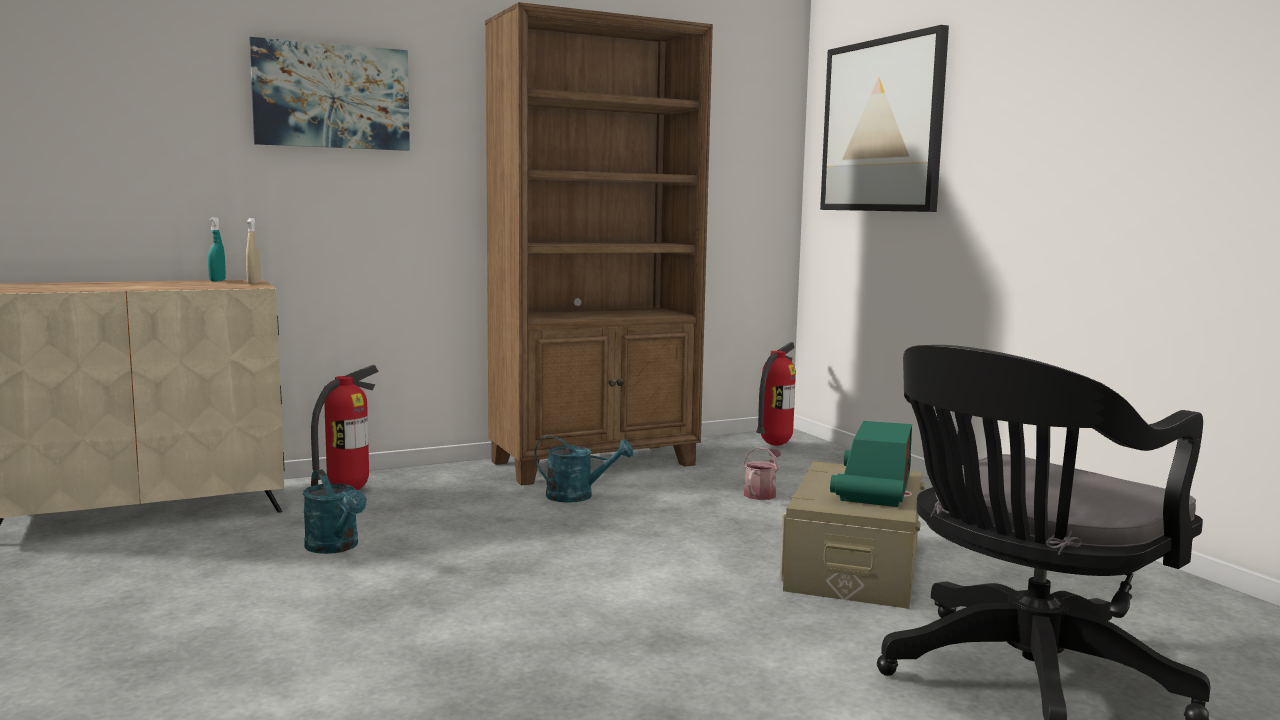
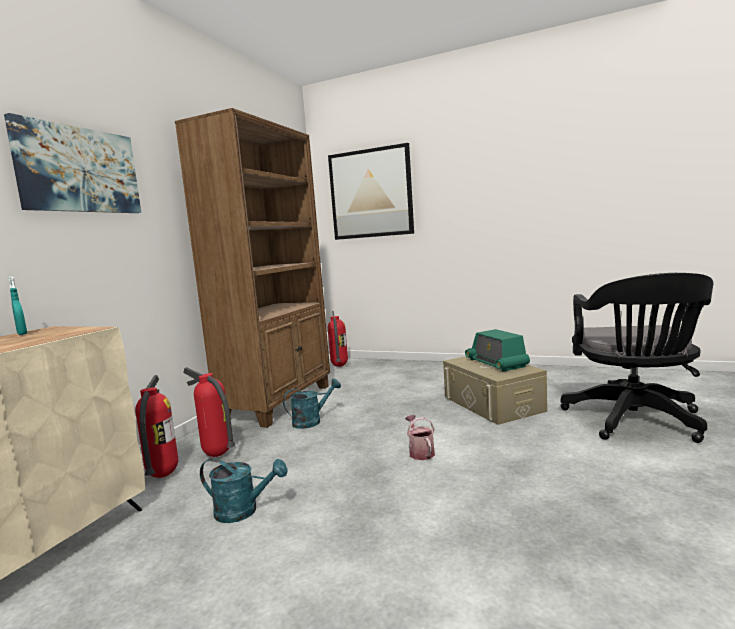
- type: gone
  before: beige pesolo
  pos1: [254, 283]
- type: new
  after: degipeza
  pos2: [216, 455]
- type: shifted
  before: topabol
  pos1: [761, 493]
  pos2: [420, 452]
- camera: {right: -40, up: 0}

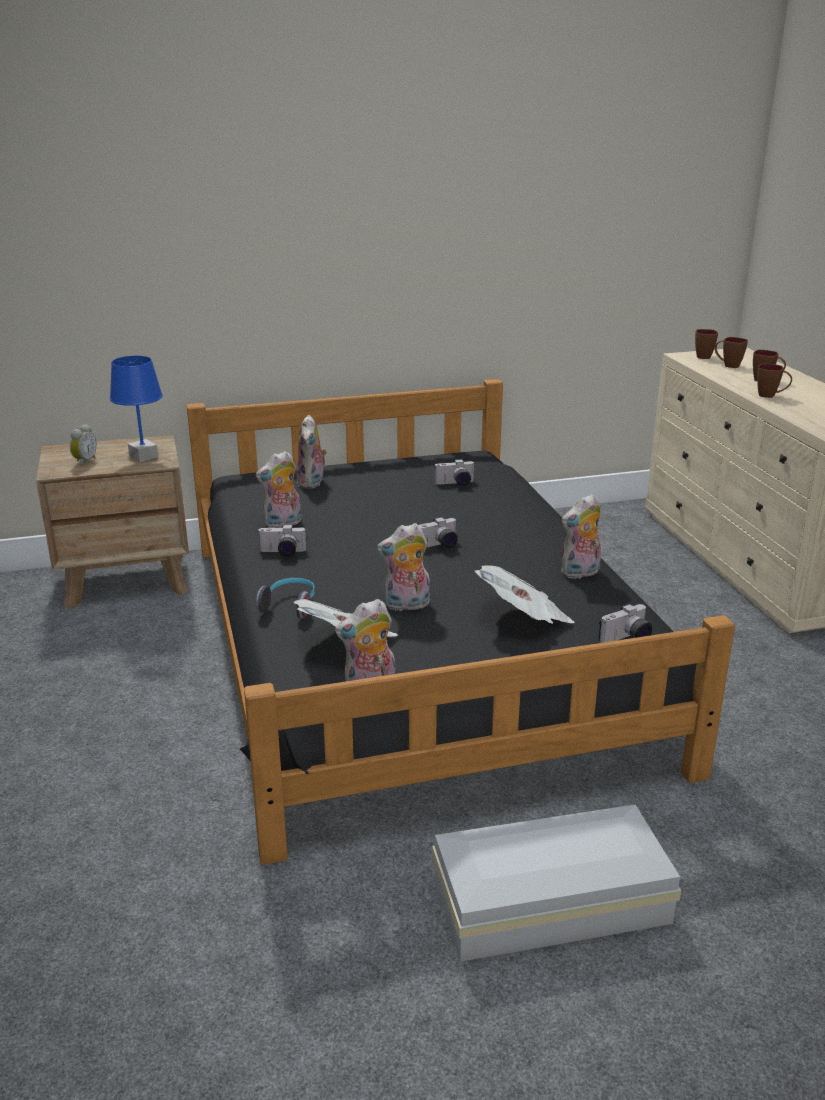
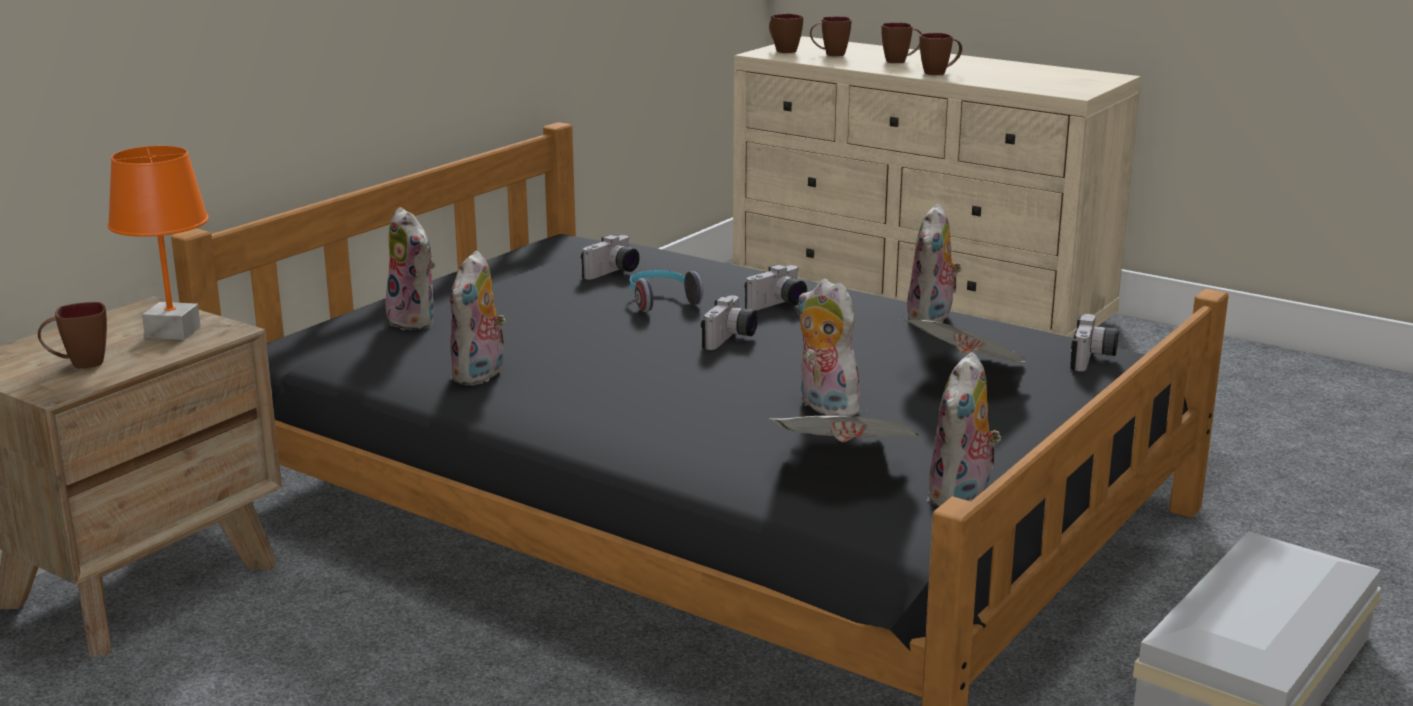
- type: shifted
  before: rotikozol
  pos1: [290, 605]
  pos2: [661, 301]
- type: shifted
  before: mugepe
  pos1: [282, 553]
  pos2: [779, 305]
- type: swapped
  before: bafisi
  after: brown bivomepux
  pos1: [84, 461]
  pos2: [78, 364]
- type: repainted
  before: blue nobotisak
  after: orange nobotisak
  pos1: [144, 456]
  pos2: [174, 332]
- type: rotated
  before: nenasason
  pos1: [406, 605]
  pos2: [824, 406]
  turn: 105
- camera: {right: -40, up: -5}

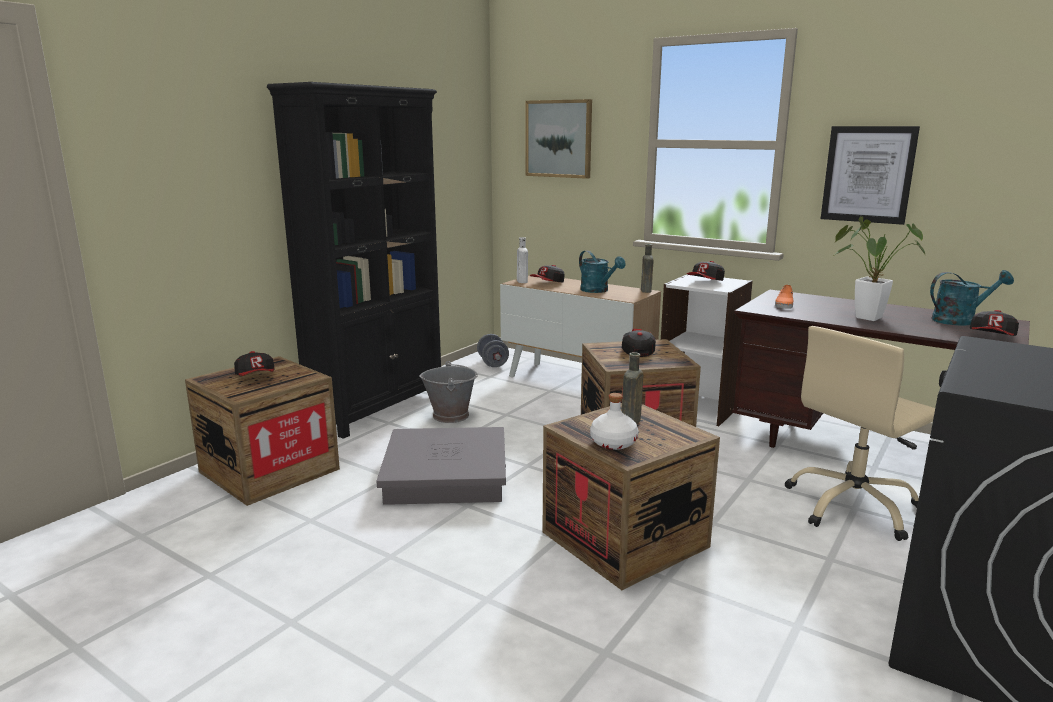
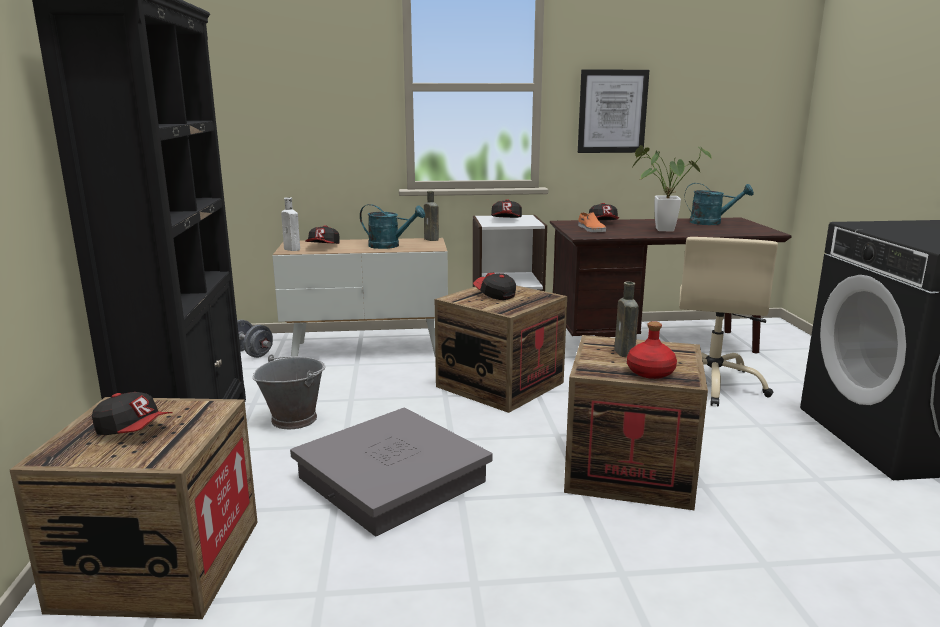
- type: gone
  before: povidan
  pos1: [559, 139]
- type: shifted
  before: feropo
  pos1: [992, 337]
  pos2: [603, 223]
- type: repainted
  before: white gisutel
  after: red gisutel
  pos1: [613, 442]
  pos2: [650, 372]
- type: rotated
  before: turquoise topabol
  pos1: [959, 320]
  pos2: [711, 223]
  turn: 60
- camera: {right: -40, up: 0}

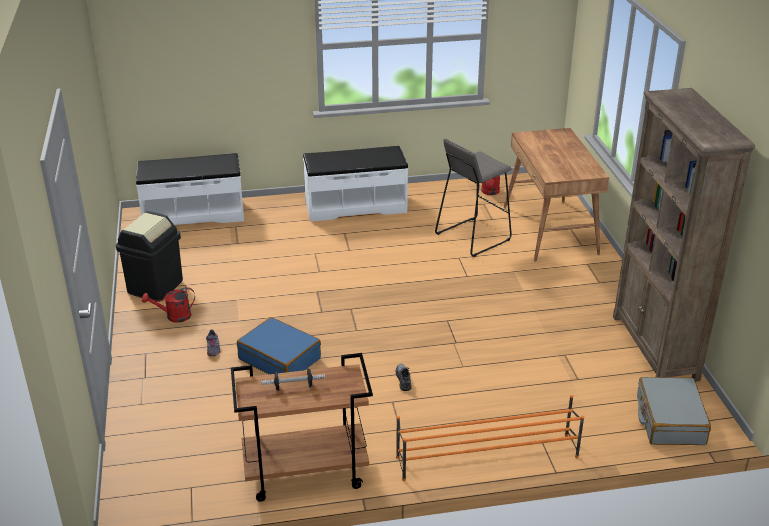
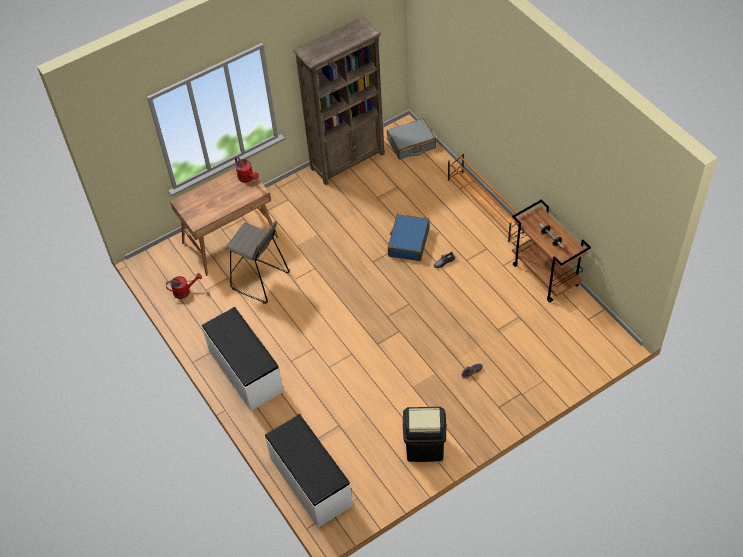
- type: shifted
  before: red topabol
  pos1: [174, 316]
  pos2: [247, 178]
- type: shifted
  before: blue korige
  pos1: [280, 358]
  pos2: [408, 242]
- camera: {right: -110, up: 20}

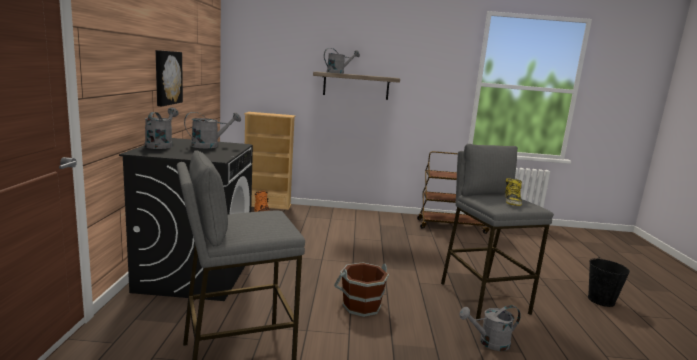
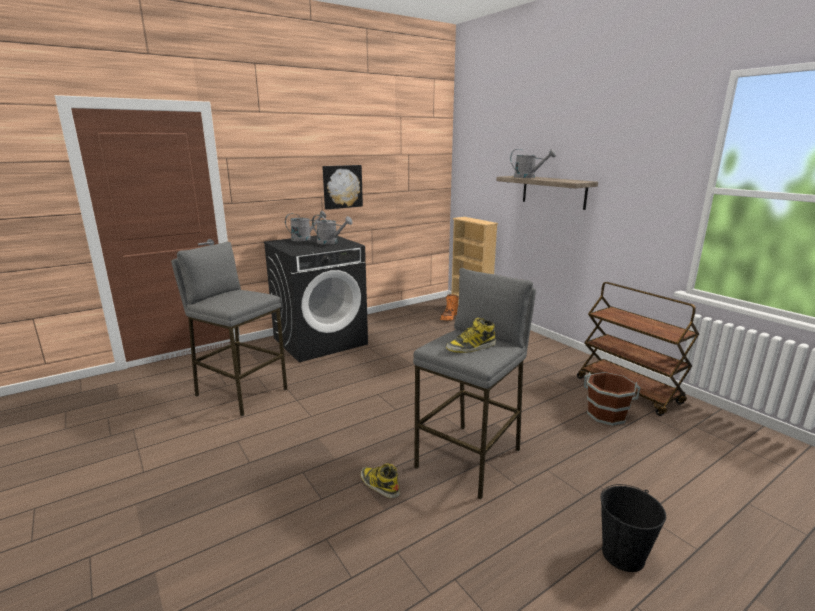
- type: shifted
  before: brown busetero
  pos1: [361, 305]
  pos2: [606, 414]
- type: swapped
  before: grey topabol
  after: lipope
  pos1: [489, 343]
  pos2: [379, 485]
- camera: {right: 55, up: 5}

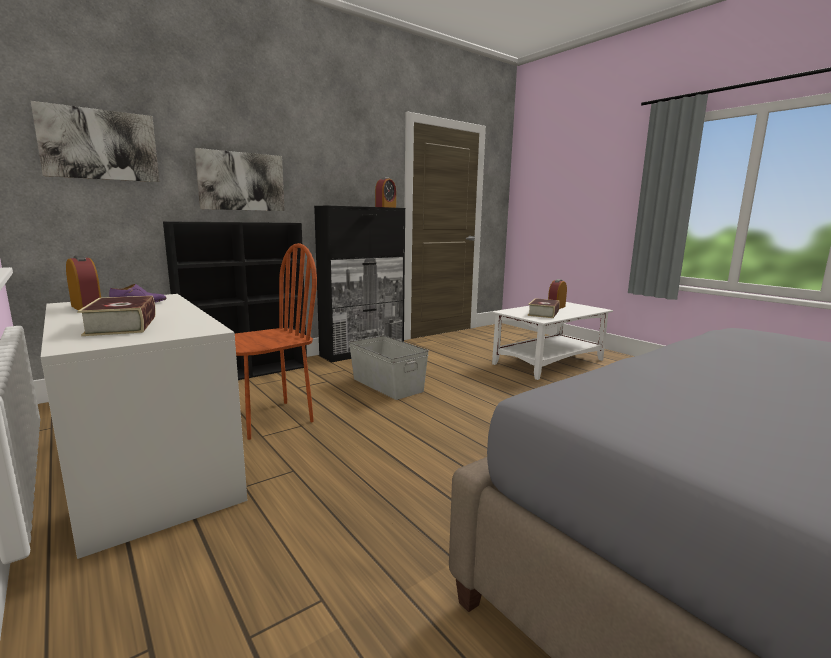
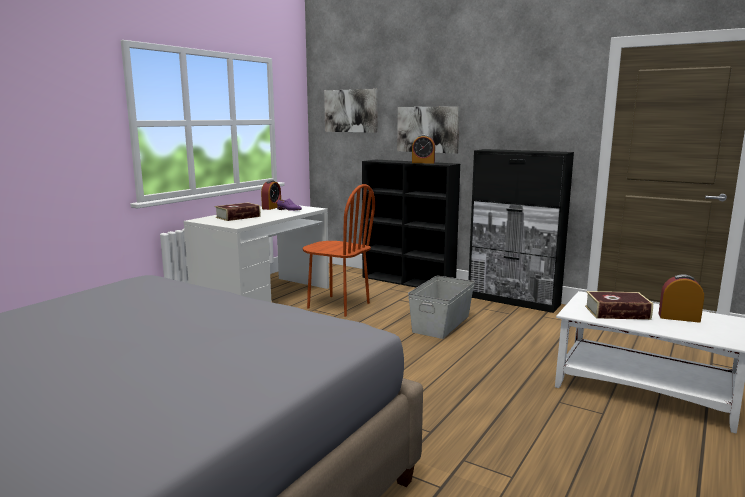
- type: shifted
  before: bafisi
  pos1: [385, 207]
  pos2: [423, 162]
- camera: {right: 70, up: 0}

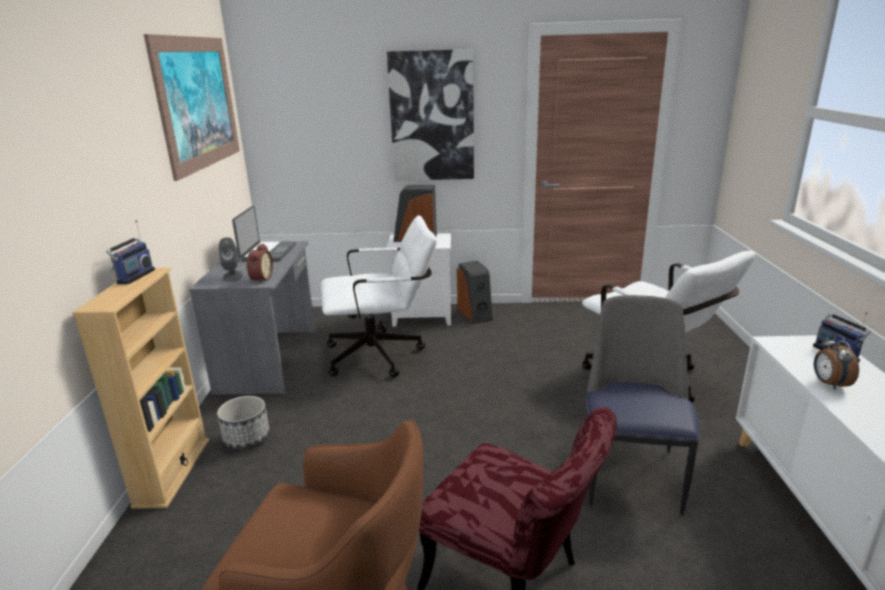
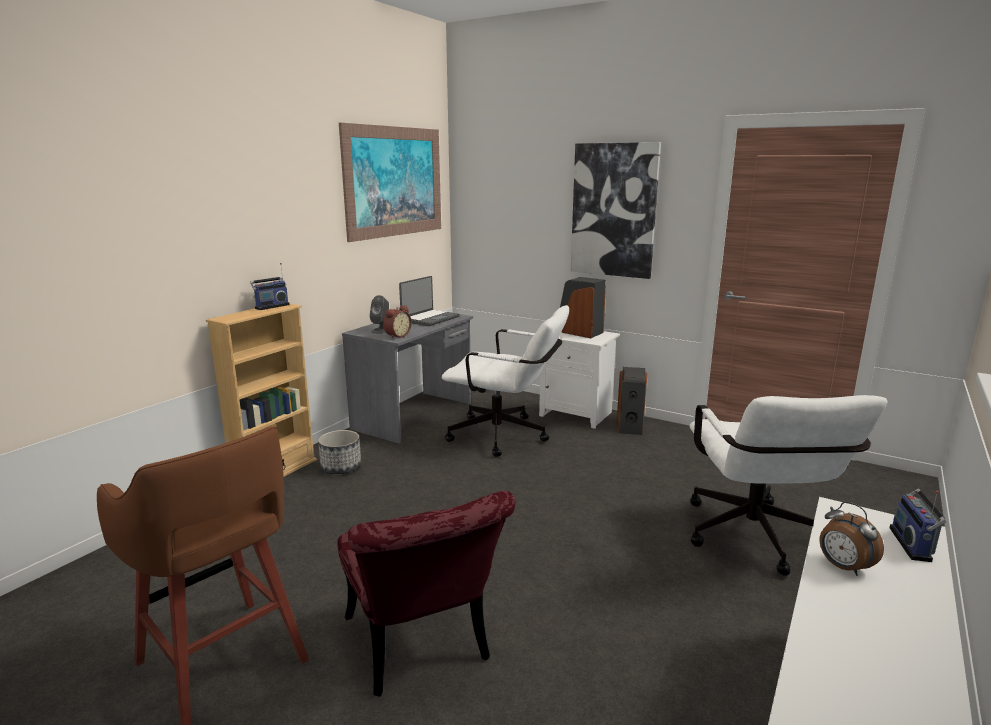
- type: gone
  before: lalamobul
  pos1: [630, 474]
- type: rotated
  before: bafisi
  pos1: [828, 384]
  pos2: [843, 567]
  turn: -60
- camera: {right: 30, up: -5}

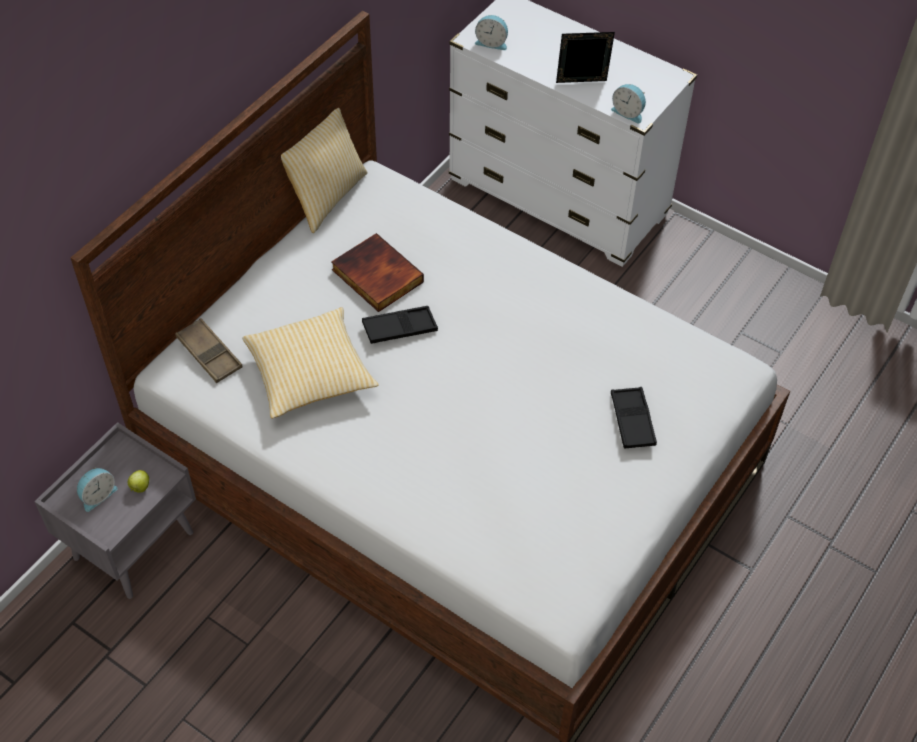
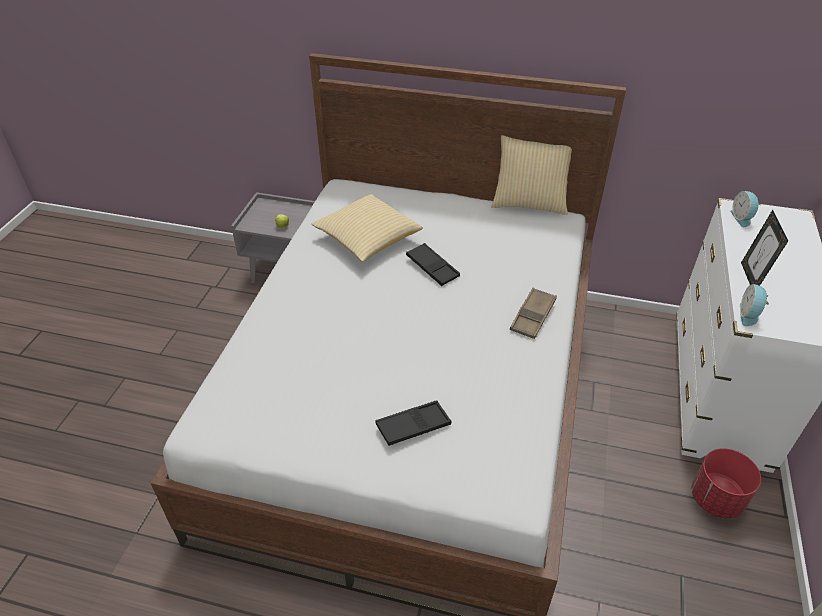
- type: gone
  before: bafisi
  pos1: [97, 495]
- type: gone
  before: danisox
  pos1: [375, 276]
- type: new
  after: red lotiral
  pos2: [715, 499]
- type: shifted
  before: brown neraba
  pos1: [209, 354]
  pos2: [533, 316]
- type: rotated
  before: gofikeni
  pos1: [581, 84]
  pos2: [751, 278]
  turn: -150
- camera: {right: 70, up: -10}

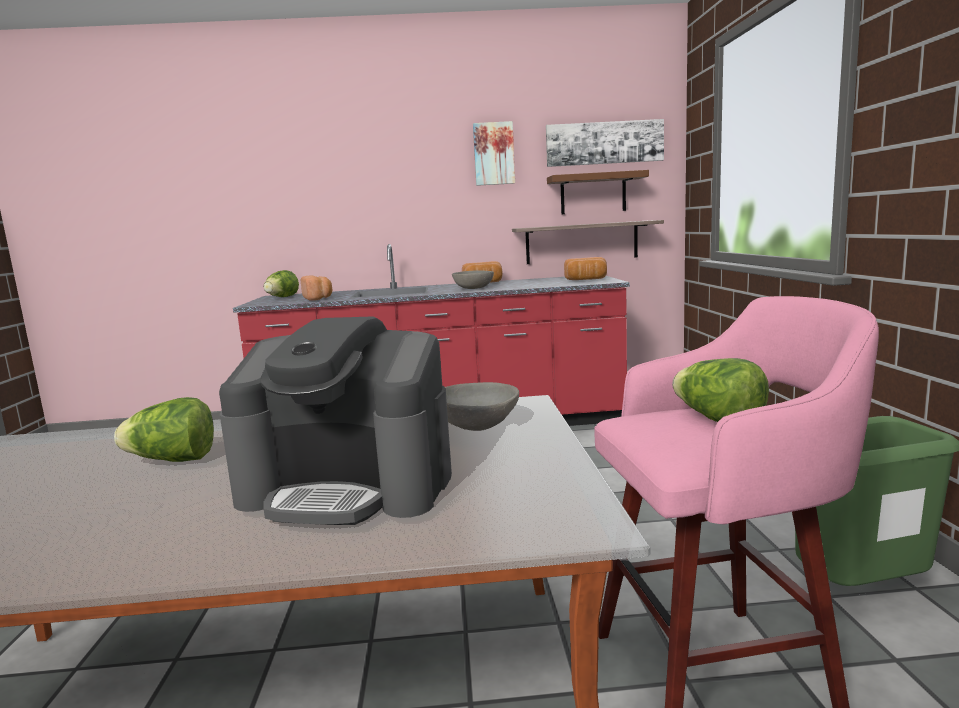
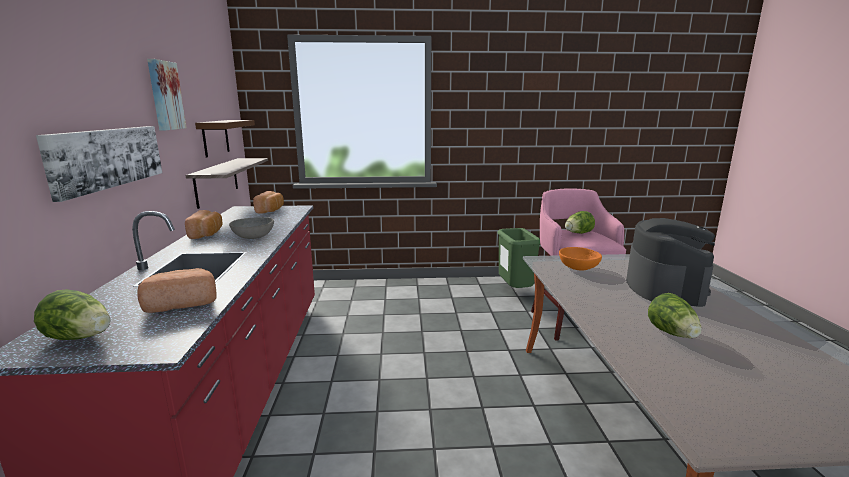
- type: shifted
  before: povidan
  pos1: [604, 143]
  pos2: [107, 158]
- type: repainted
  before: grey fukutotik
  after: orange fukutotik
  pos1: [477, 426]
  pos2: [579, 268]
- camera: {right: -90, up: 5}

